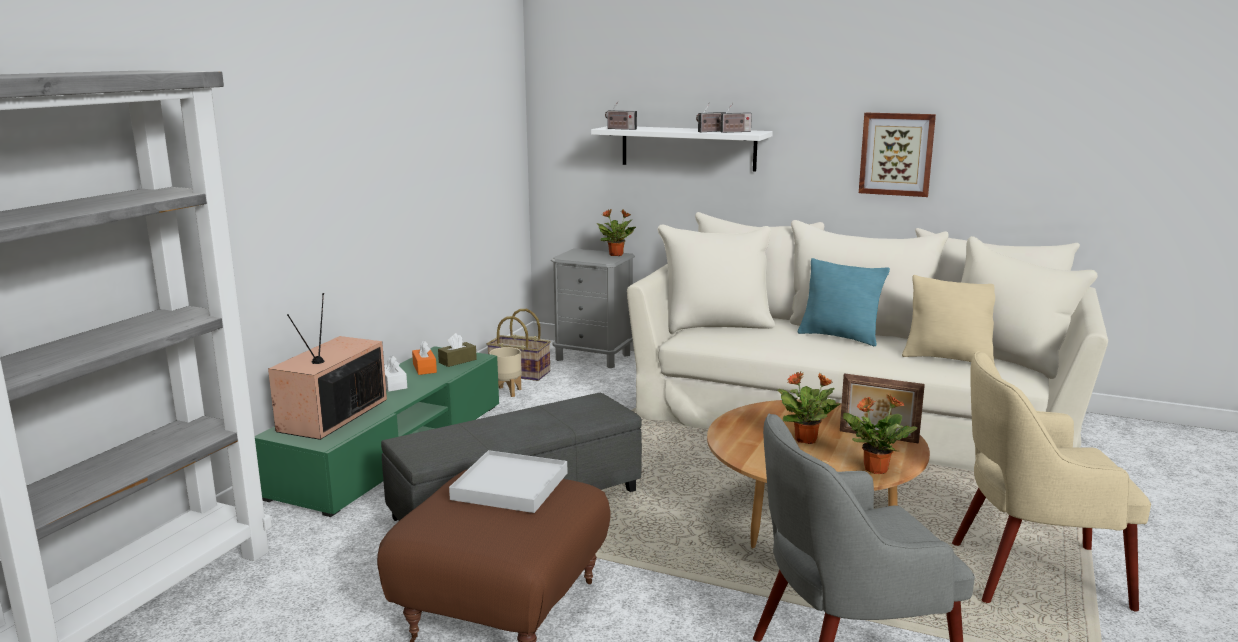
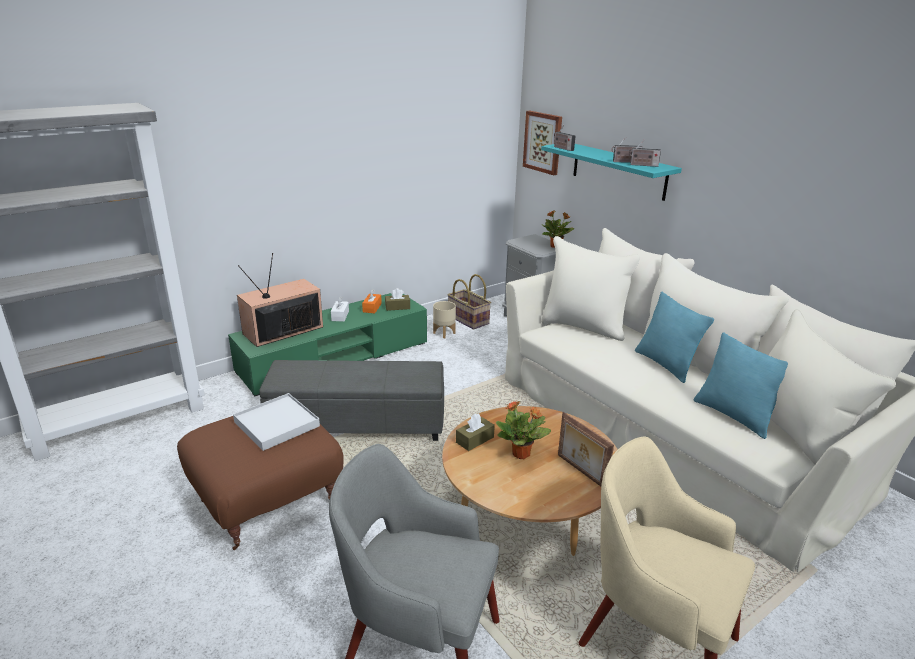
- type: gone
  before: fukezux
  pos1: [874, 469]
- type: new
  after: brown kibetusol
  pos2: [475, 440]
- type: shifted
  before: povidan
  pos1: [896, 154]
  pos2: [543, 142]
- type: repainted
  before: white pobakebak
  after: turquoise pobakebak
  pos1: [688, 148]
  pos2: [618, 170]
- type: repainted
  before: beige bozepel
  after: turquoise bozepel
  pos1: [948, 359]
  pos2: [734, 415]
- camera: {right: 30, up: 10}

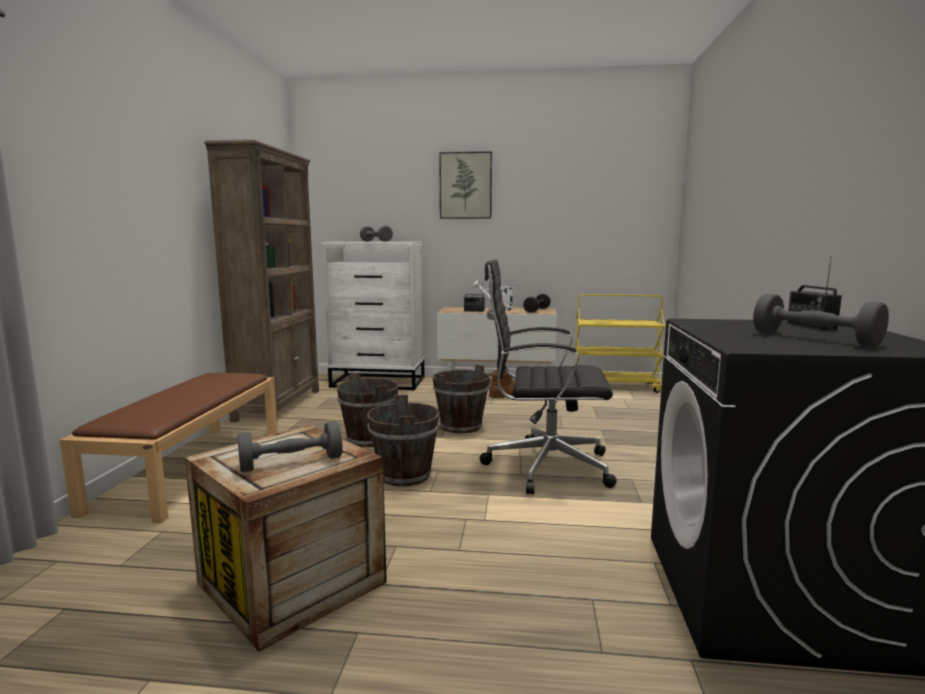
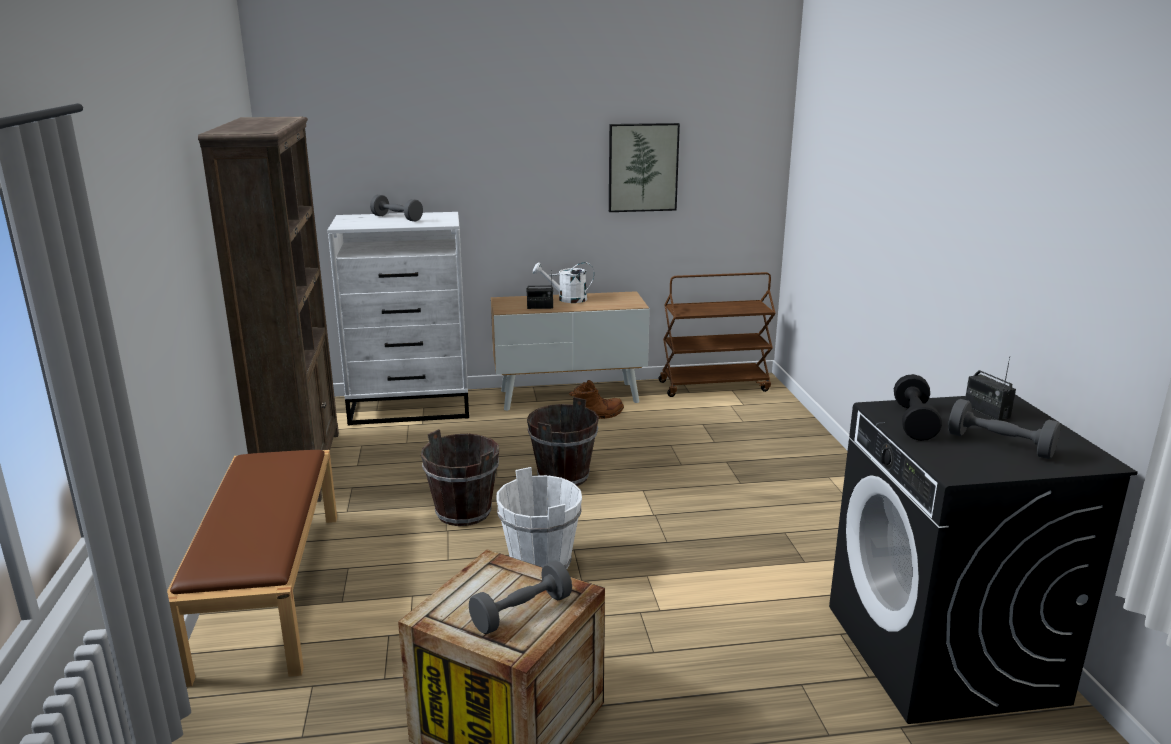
- type: gone
  before: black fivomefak
  pos1: [544, 466]
- type: shifted
  before: povidan
  pos1: [465, 185]
  pos2: [643, 167]
- type: shifted
  before: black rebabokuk
  pos1: [537, 310]
  pos2: [914, 422]
- type: repainted
  before: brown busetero
  after: white busetero
  pos1: [404, 475]
  pos2: [540, 563]
- type: repainted
  before: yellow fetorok
  after: brown fetorok
  pos1: [615, 387]
  pos2: [714, 386]
- camera: {right: -15, up: 10}

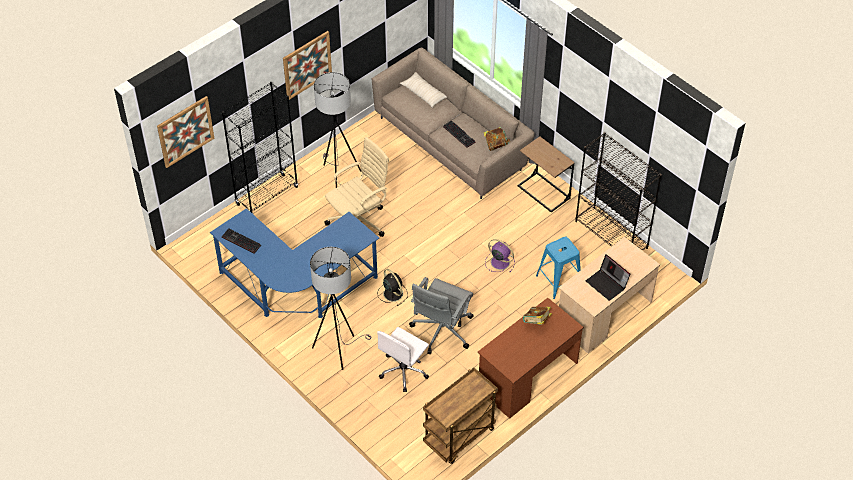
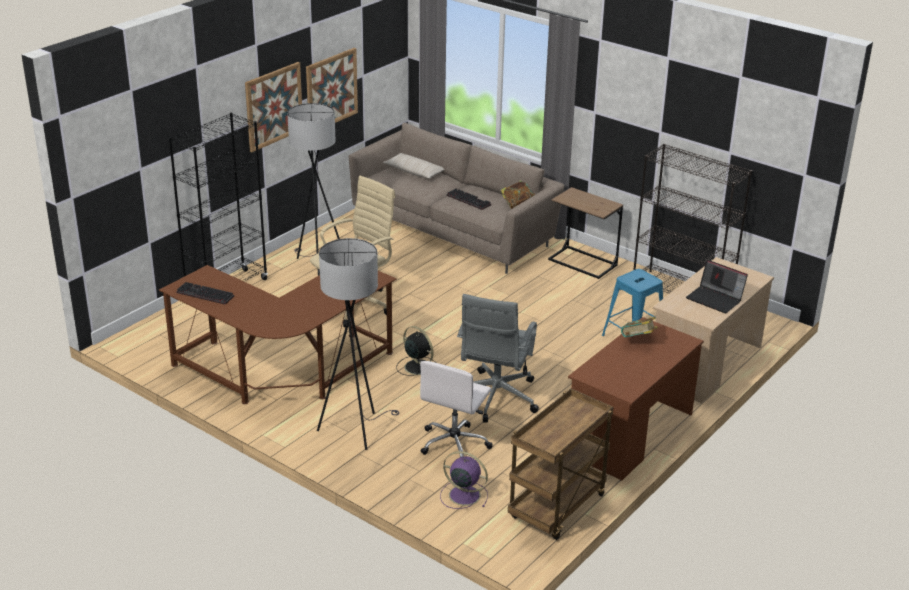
- type: shifted
  before: povidan
  pos1: [185, 131]
  pos2: [331, 90]
- type: shifted
  before: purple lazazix
  pos1: [499, 262]
  pos2: [463, 495]
- type: repainted
  before: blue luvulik
  after: brown luvulik
  pos1: [297, 288]
  pos2: [283, 373]
- camera: {right: -10, up: -20}

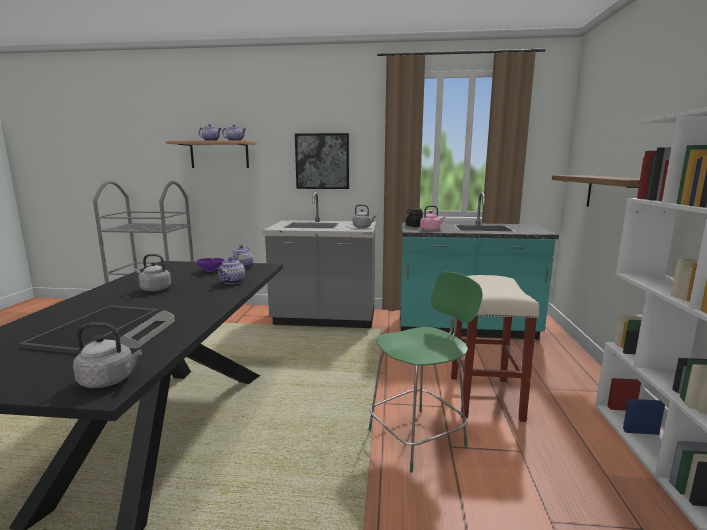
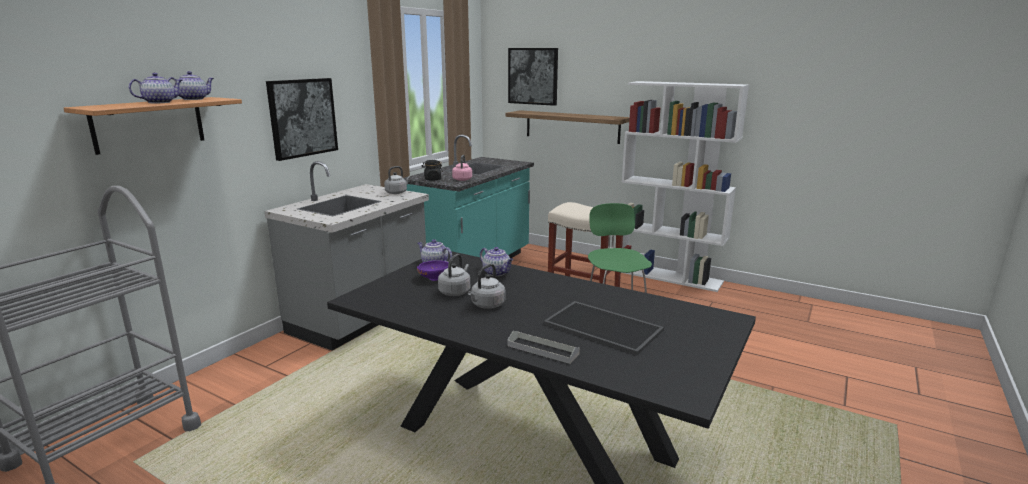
- type: new
  after: povidan
  pos2: [533, 76]
- type: shifted
  before: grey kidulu
  pos1: [109, 380]
  pos2: [455, 292]
- type: shifted
  before: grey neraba
  pos1: [147, 333]
  pos2: [542, 350]
- camera: {right: -65, up: 5}

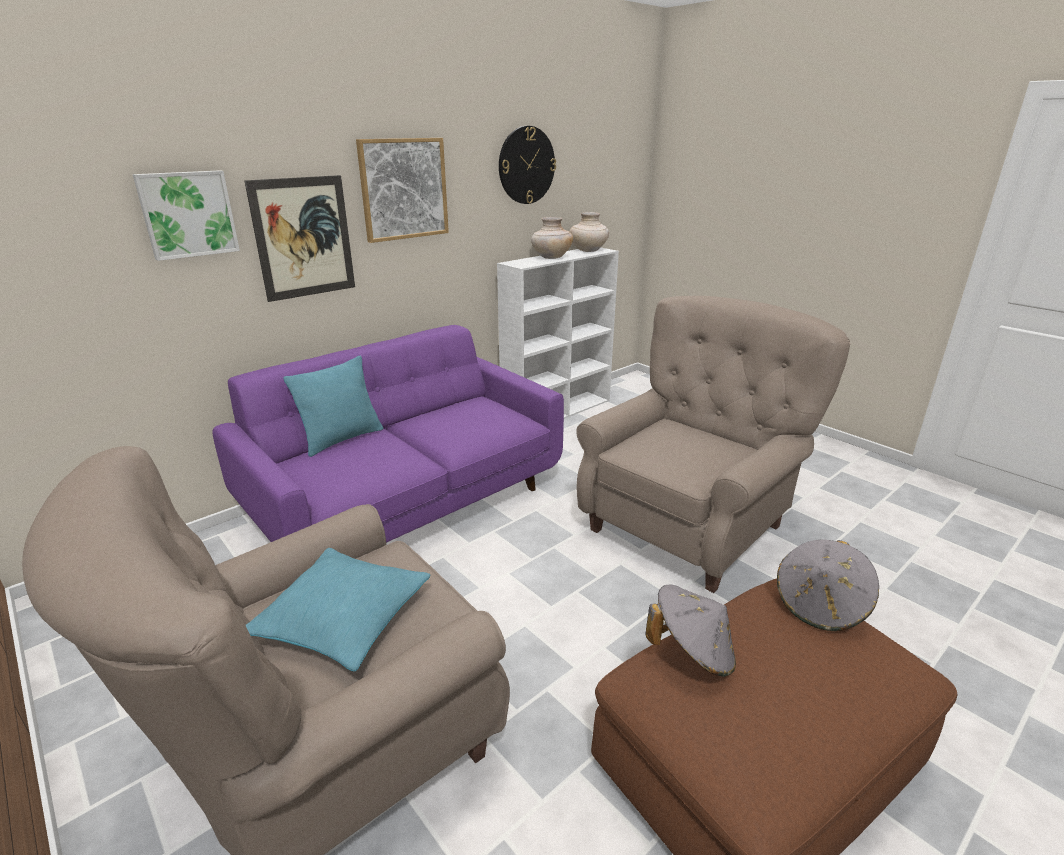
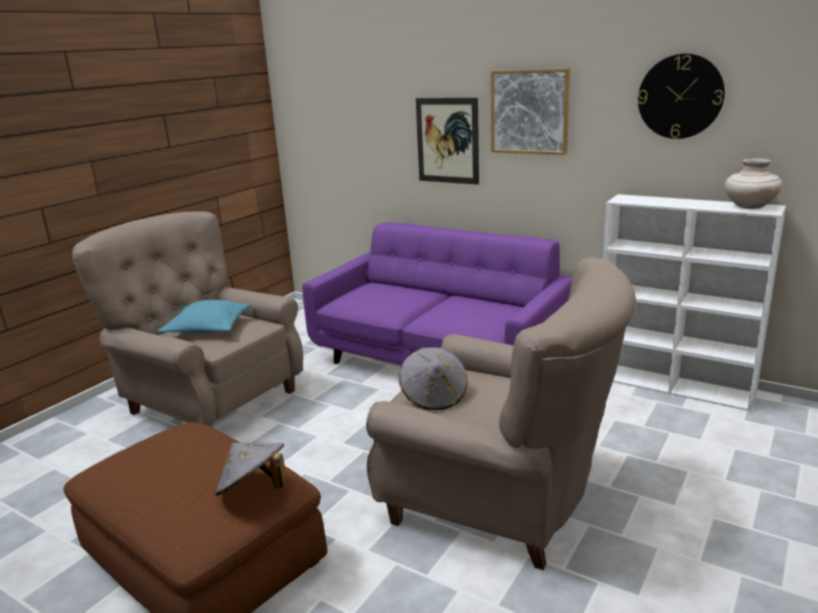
- type: gone
  before: povidan
  pos1: [188, 214]
- type: gone
  before: turquoise bozepel
  pos1: [342, 439]
- type: gone
  before: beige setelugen
  pos1: [551, 257]
- type: shifted
  before: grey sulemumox
  pos1: [692, 652]
  pos2: [434, 397]
- camera: {right: 75, up: -5}

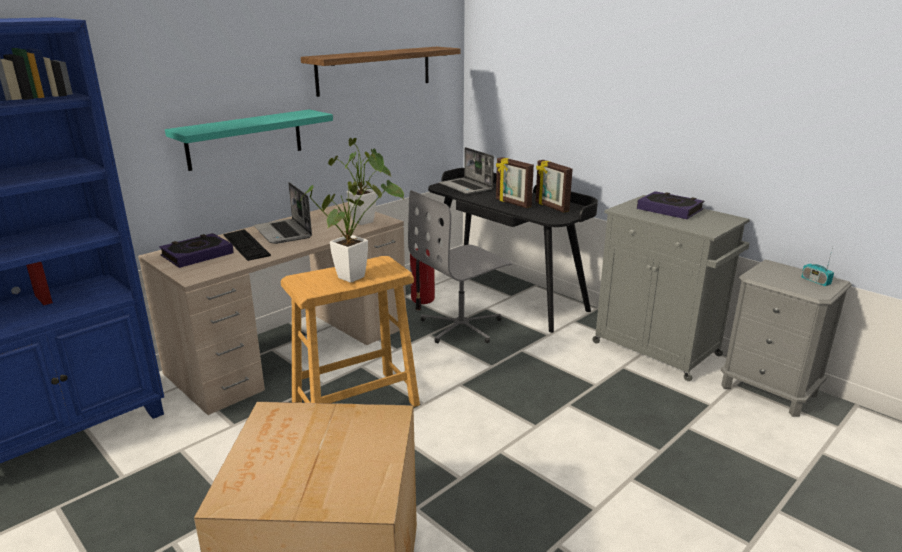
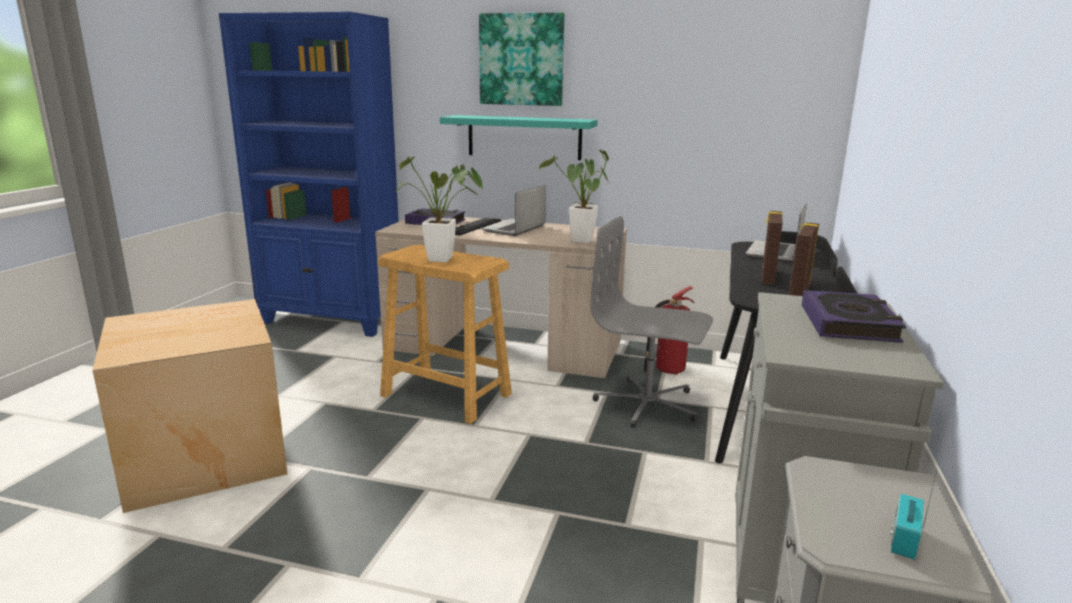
- type: gone
  before: pobakebak
  pos1: [375, 70]
- type: new
  after: povidan
  pos2: [521, 60]
- camera: {right: 60, up: -5}

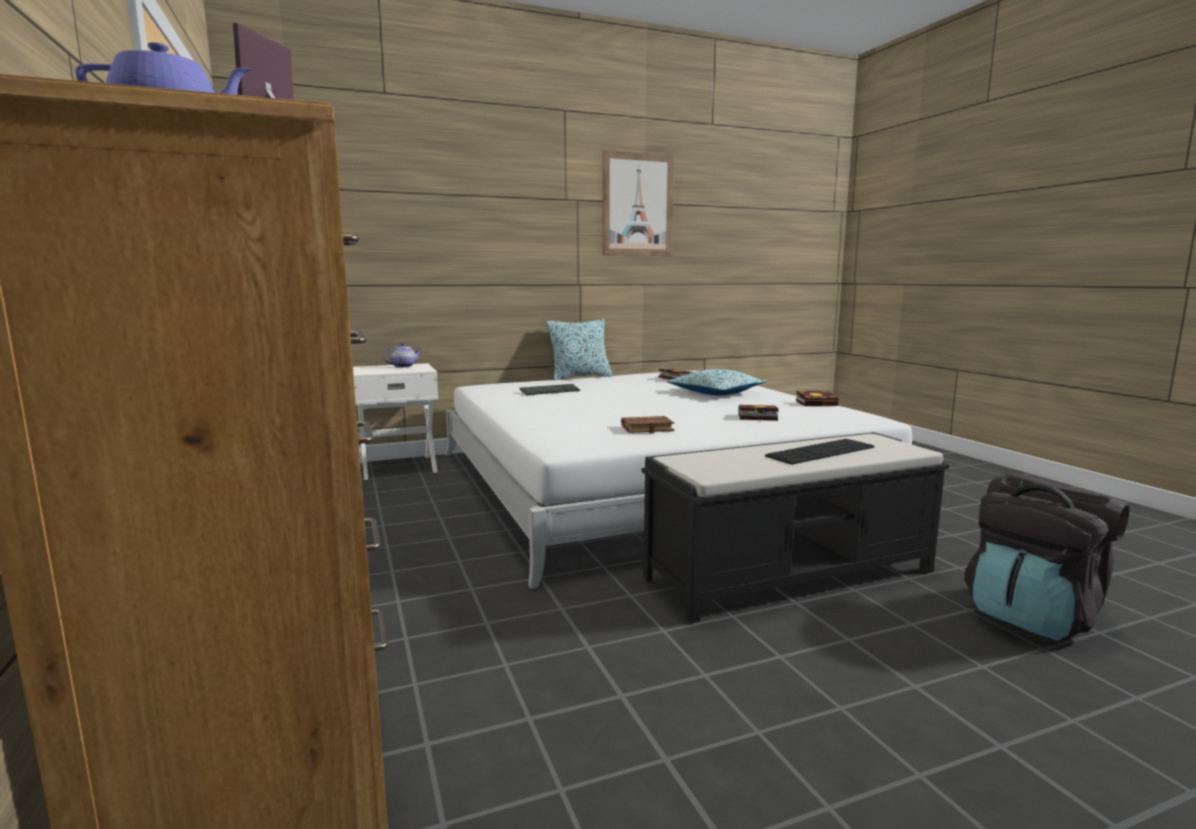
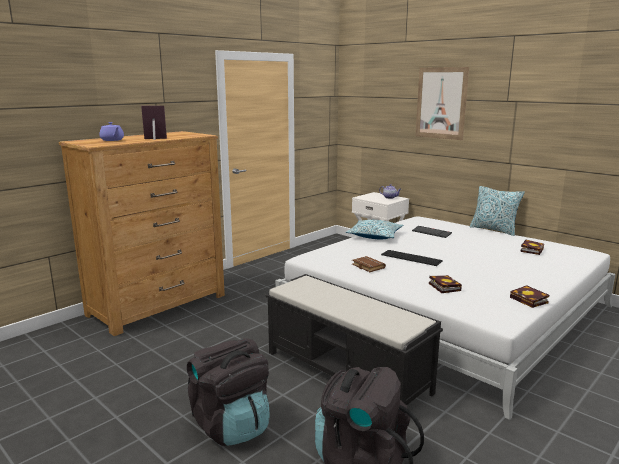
- type: new
  after: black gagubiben
  pos2: [231, 425]
- type: shifted
  before: povidan
  pos1: [637, 205]
  pos2: [441, 103]
- type: shifted
  before: bozepel
  pos1: [715, 393]
  pos2: [375, 236]
- type: shifted
  before: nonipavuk
  pos1: [820, 451]
  pos2: [411, 258]
- camera: {right: 65, up: 5}

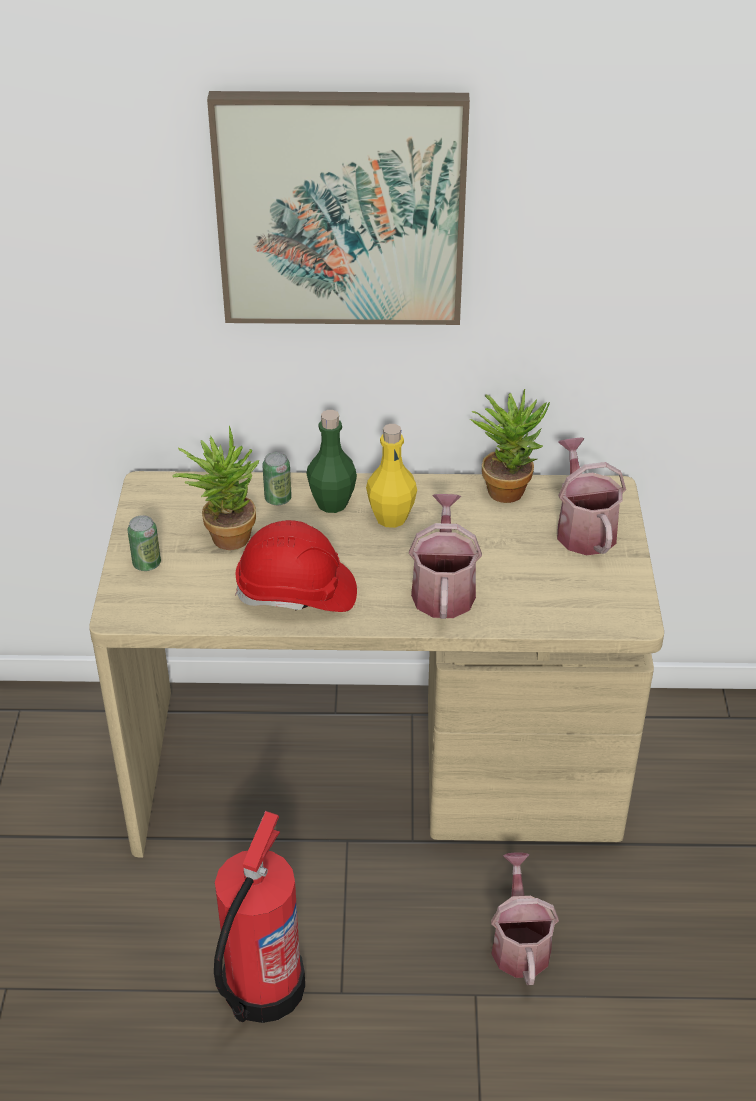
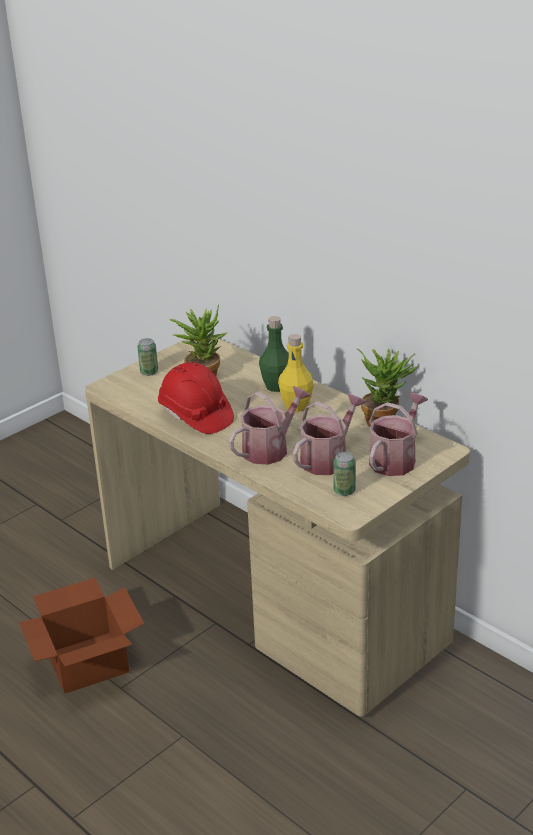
- type: gone
  before: povidan
  pos1: [341, 209]
- type: shifted
  before: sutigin
  pos1: [278, 499]
  pos2: [344, 491]
- type: shifted
  before: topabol
  pos1: [519, 943]
  pos2: [328, 459]
- type: swapped
  before: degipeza
  after: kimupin
  pos1: [261, 989]
  pos2: [88, 660]
- camera: {right: 45, up: -10}

